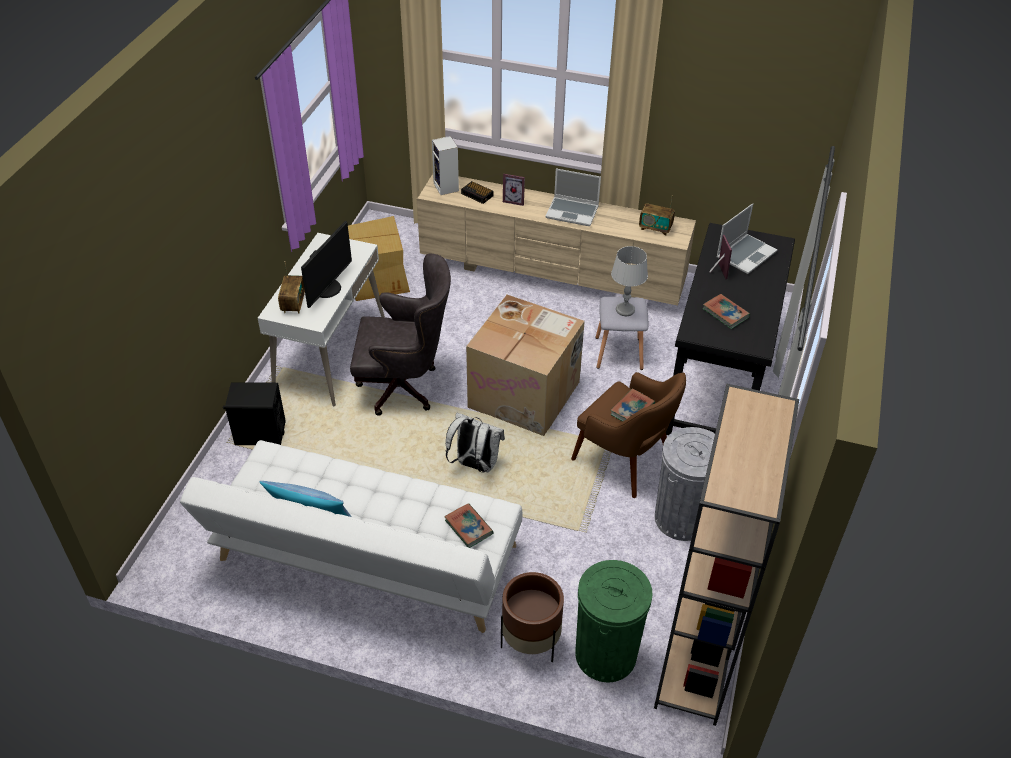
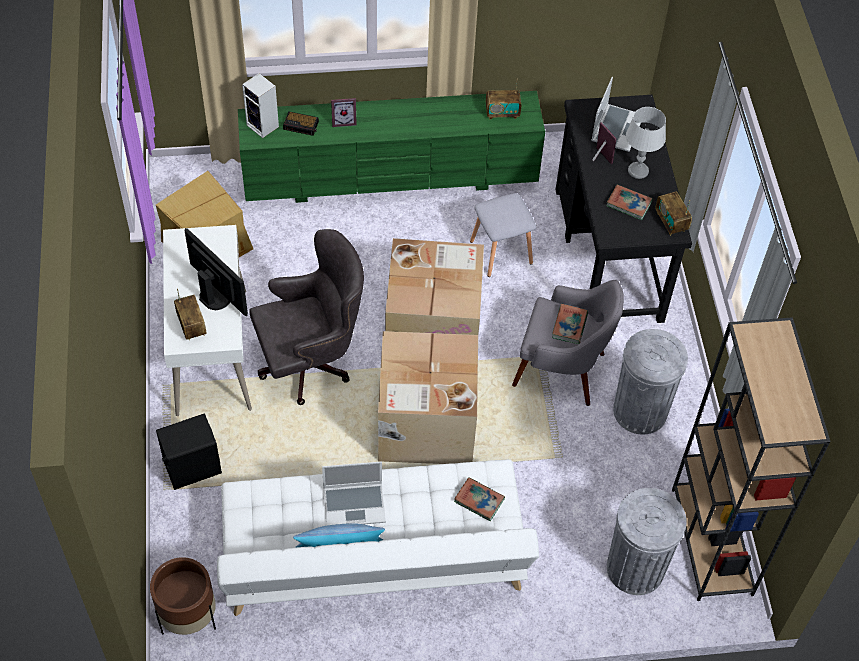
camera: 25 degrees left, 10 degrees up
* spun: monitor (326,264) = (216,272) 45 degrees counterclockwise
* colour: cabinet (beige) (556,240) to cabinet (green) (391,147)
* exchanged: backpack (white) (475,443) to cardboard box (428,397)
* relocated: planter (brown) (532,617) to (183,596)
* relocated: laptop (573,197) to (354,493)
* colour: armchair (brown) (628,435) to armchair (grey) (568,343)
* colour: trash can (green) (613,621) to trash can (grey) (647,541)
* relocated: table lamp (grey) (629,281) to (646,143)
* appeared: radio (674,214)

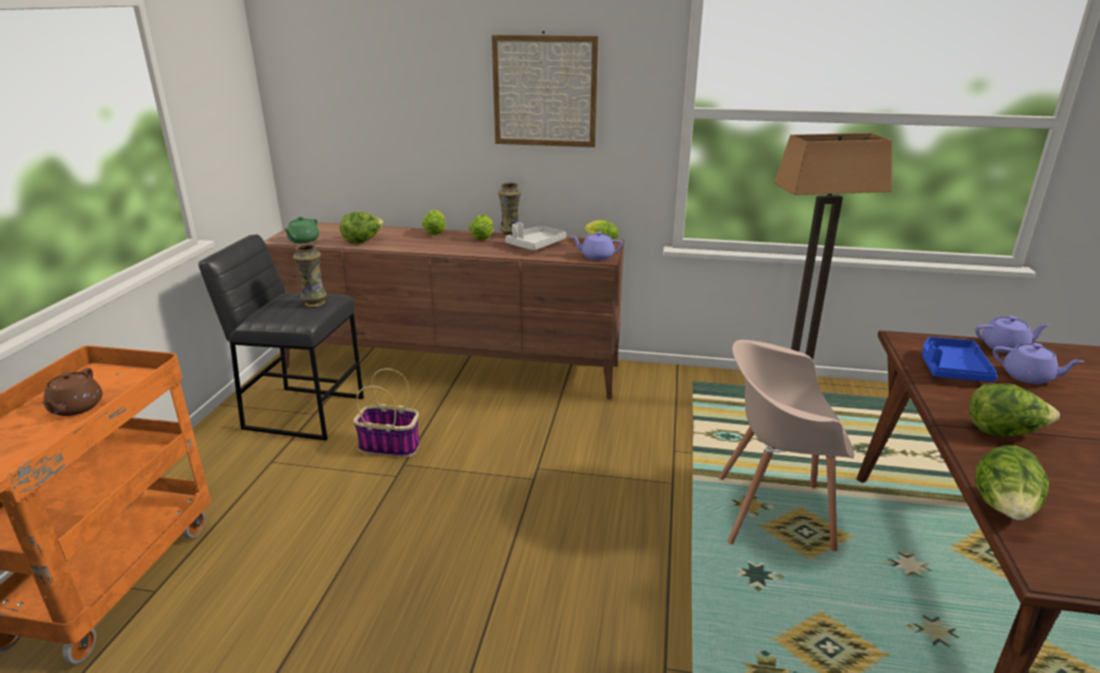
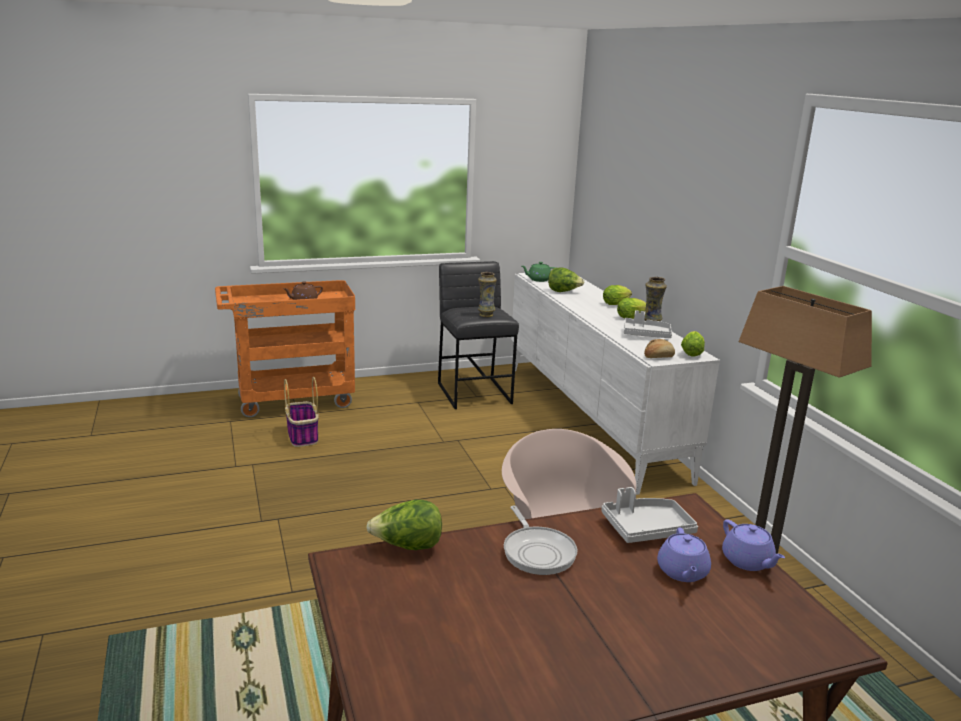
camera: 60 degrees right, 5 degrees down
* colour: cabinet (brown) (444,310) to cabinet (white) (615,384)
* relocated: basket (386,412) to (301,412)
* missing: picture (545,89)
* exchanged: teapot (purple) (596,245) to bread (659,348)
* colour: tray (blue) (960,359) to tray (grey) (649,515)
* exchanged: lettuce (1014,409) to frying pan (540,540)

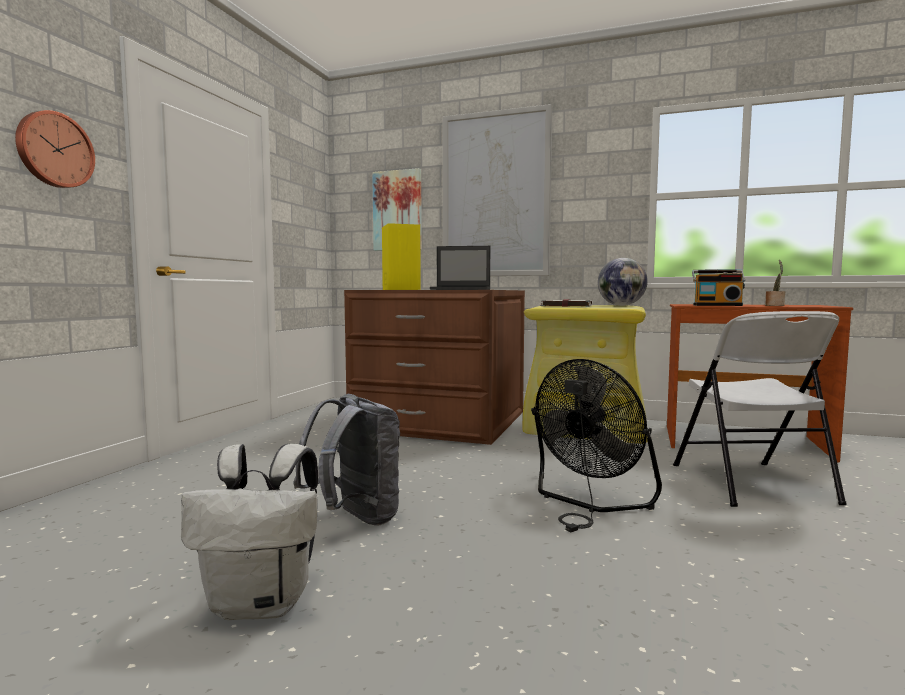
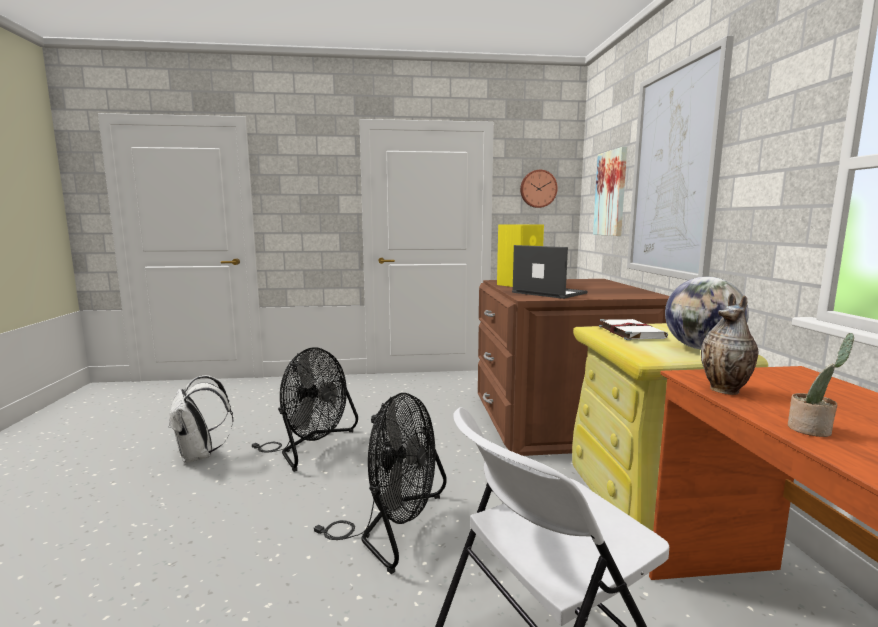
camera: 65 degrees right, 5 degrees up
* relocated: wall clock (55,149) to (539,189)
* exchanged: backpack (grey) (346,460) to fan (black) (305,409)
* spun: laptop (460,268) = (550,272) 150 degrees clockwise
* exchanged: radio (718,287) to vase (730,344)

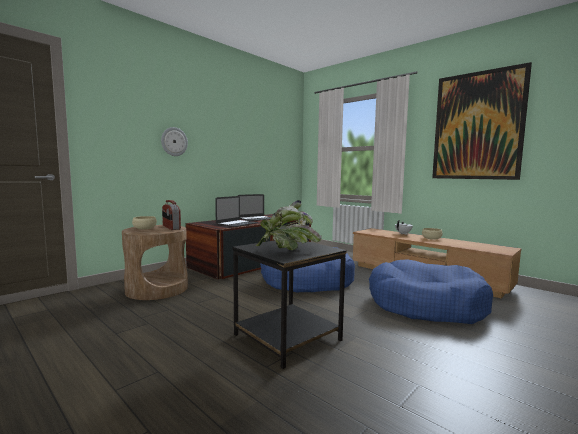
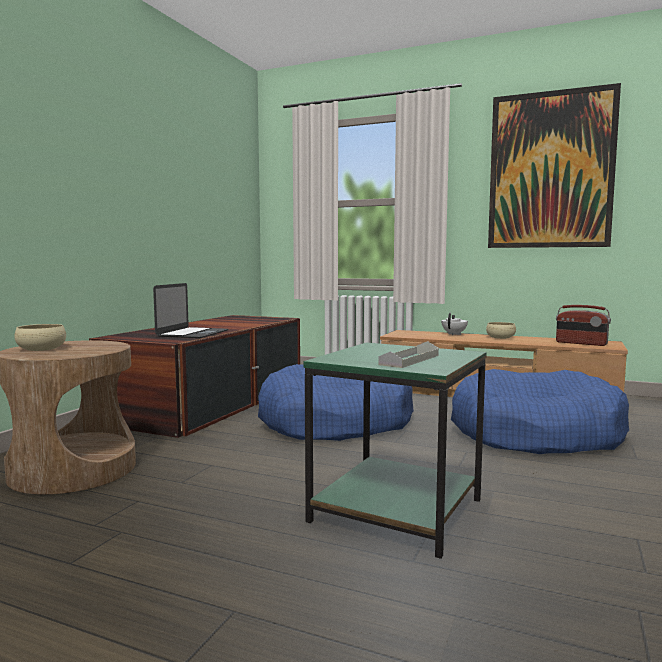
camera: 20 degrees left, 0 degrees up
* missing: wall clock (174,141)
* relocated: radio (171,215) to (583,325)
* colour: side table (black) (289,304) to side table (green) (395,450)
* missing: laptop (254,207)
* exchanged: potted plant (288,225) to tray (grey) (408,354)

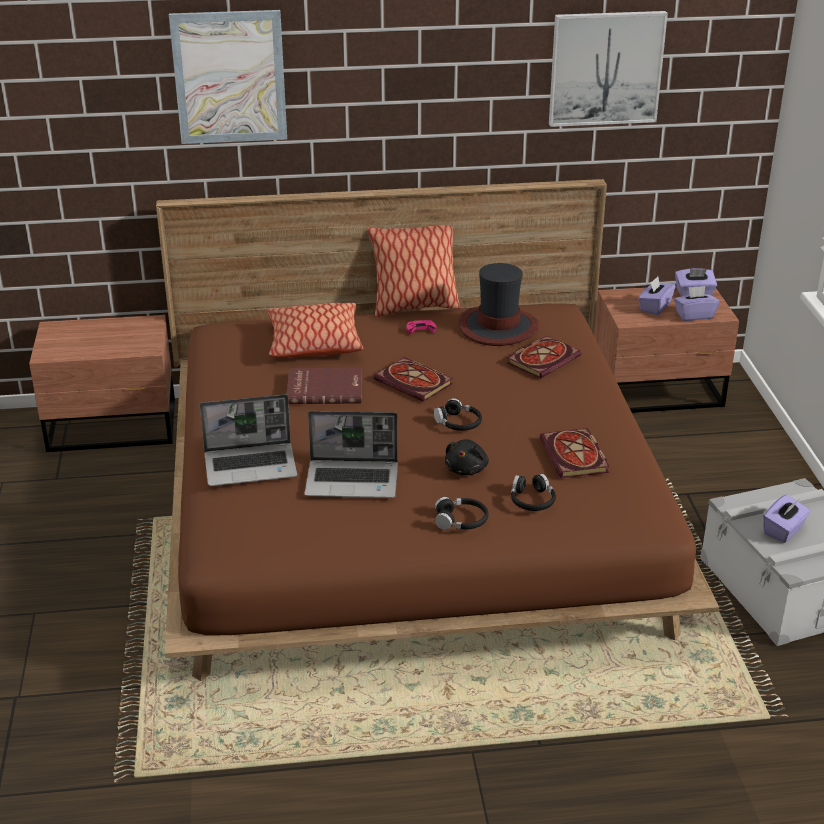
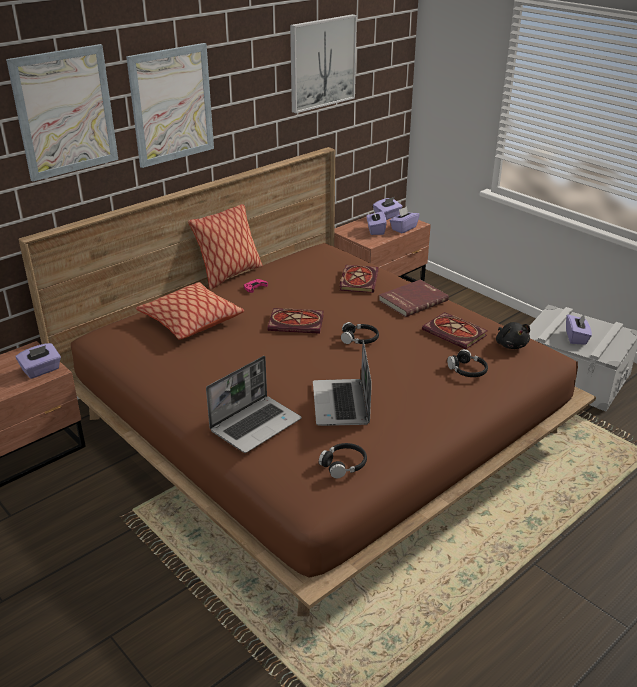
camera: 35 degrees left, 0 degrees up
* relocated: book (red) (324,386) to (414,298)
* spun: laptop (351,454) = (342,383) 120 degrees clockwise
* relocated: headphones (black) (462,513) to (343,460)
* relocated: plush toy (black) (467,457) to (513,335)
* missing: hat (499,304)
* appeared: tissue box (purple) (38,361)
* appeared: picture (170,105)

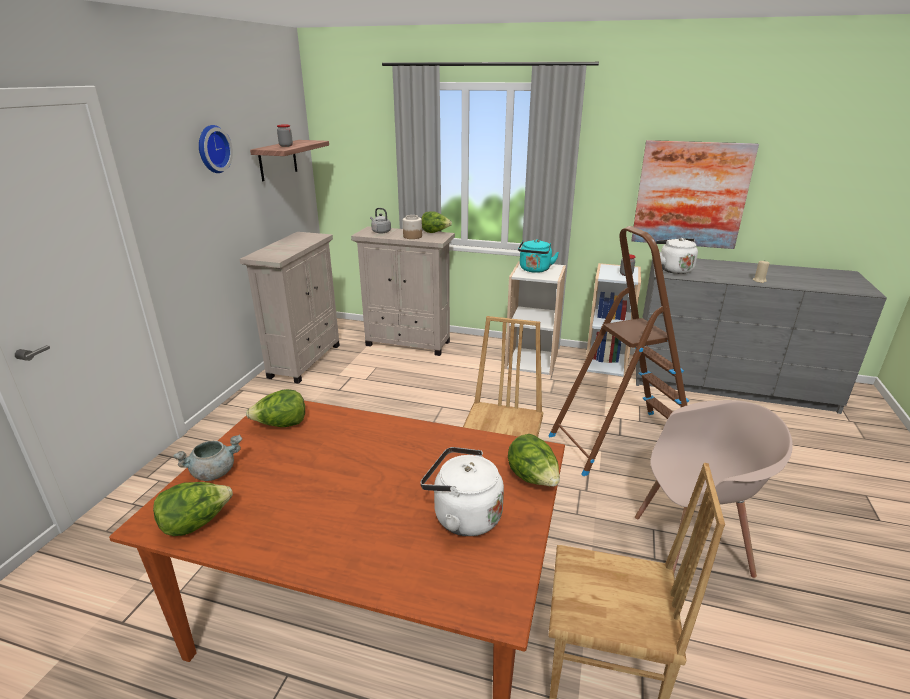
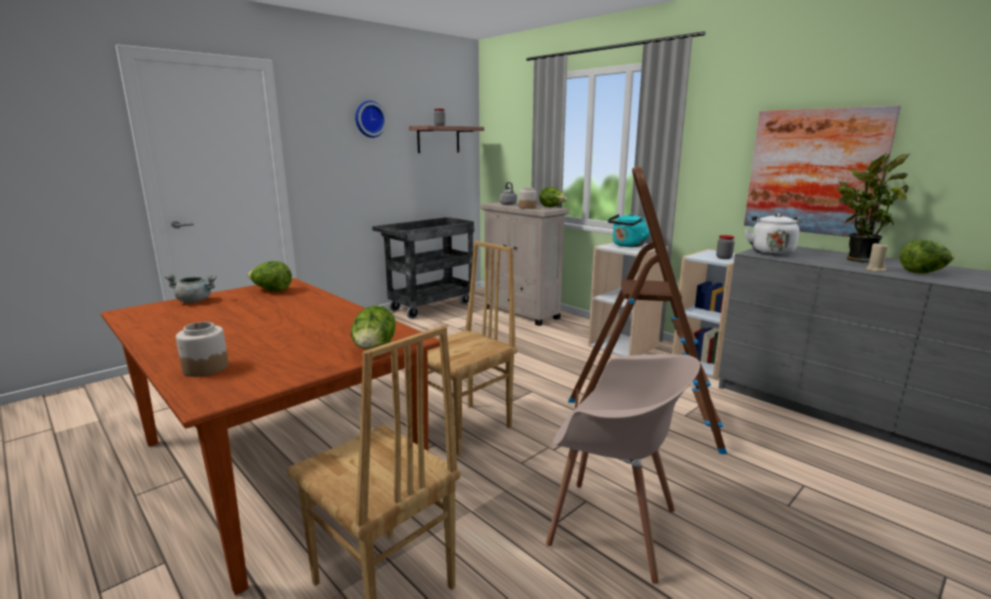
camera: 30 degrees right, 10 degrees down
* relocated: lettuce (193,509) to (927,257)
* exchanged: cabinet (beige) (290,308) to cart (black) (423,268)
* missing: kettle (white) (462,491)
* appeared: jar (202,349)
* appeared: potted plant (873,207)

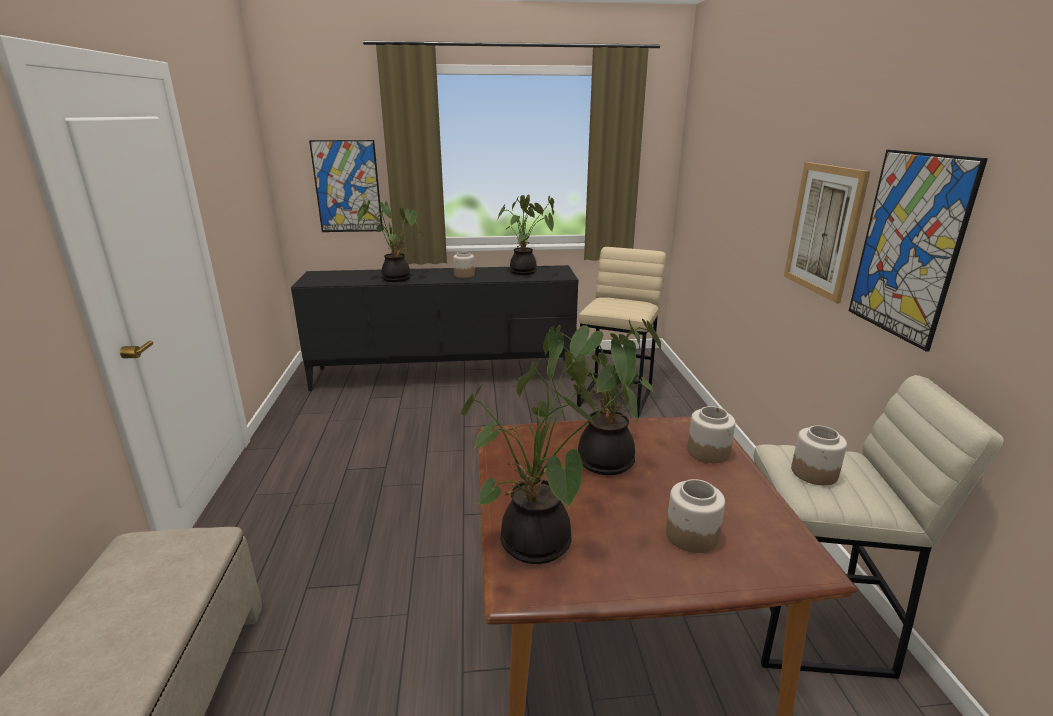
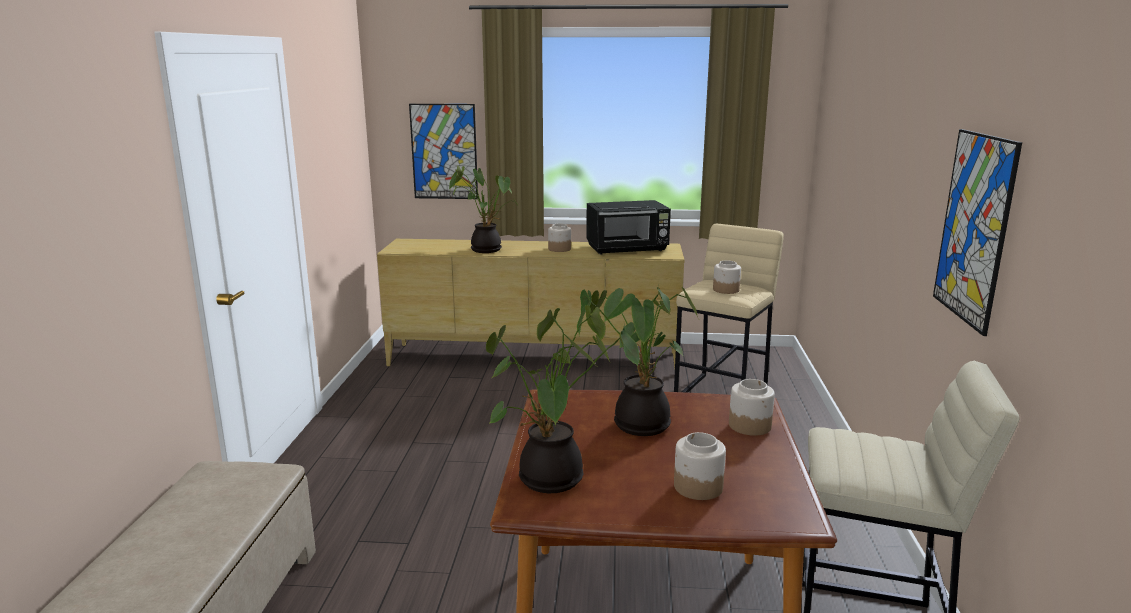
camera: 10 degrees right, 5 degrees down
* colour: cabinet (black) (435,328) to cabinet (beige) (531,304)
* exchanged: potted plant (525,235) to microwave (black) (628,227)
* missing: picture (827,232)
* relocated: jar (819,455) to (727,277)

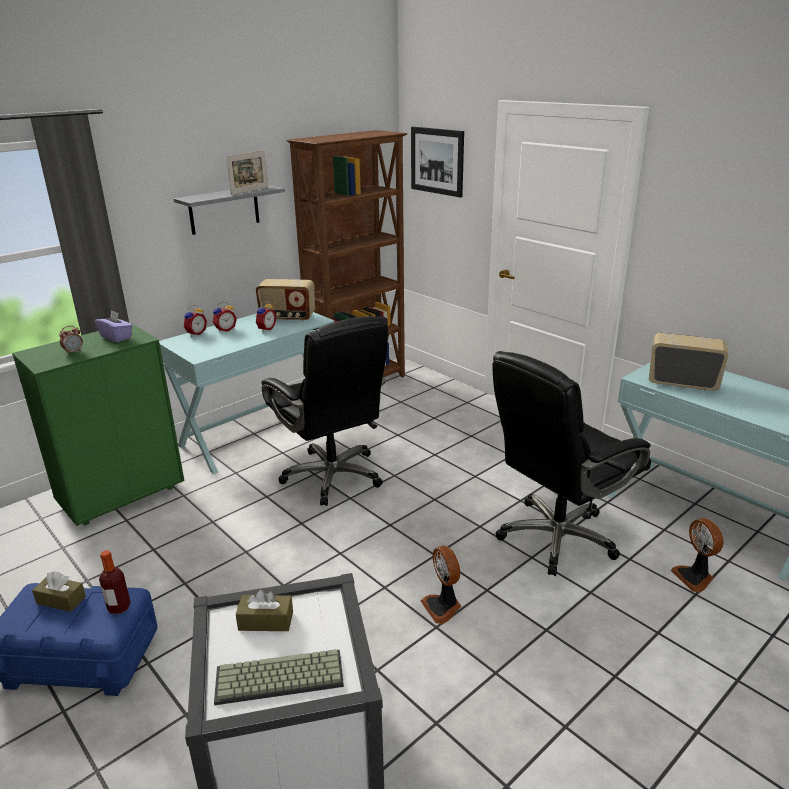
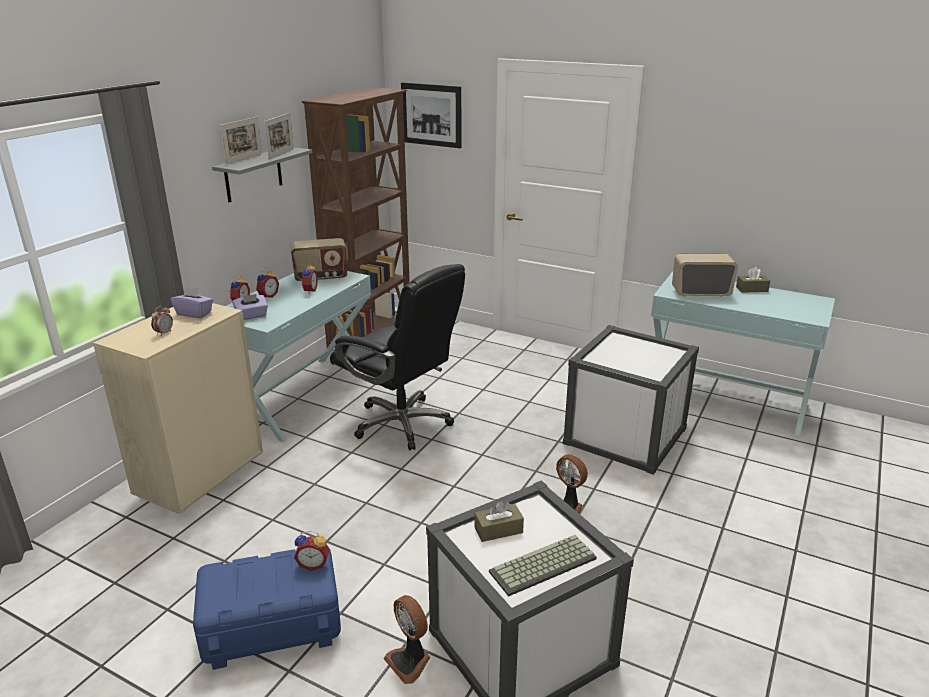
camera: 20 degrees left, 0 degrees up
* colour: cabinet (green) (98,424) to cabinet (beige) (178,408)
* relocated: tissue box (brown) (59,591) to (753,280)
* exchanged: bottle (115,582) to alarm clock (312,551)
* exchanged: office chair (black) (571,463) to storage box (white) (631,400)
* relocated: fan (697,555) to (407,639)
* appeared: picture frame (241,140)
* appeared: tissue box (purple) (250,307)

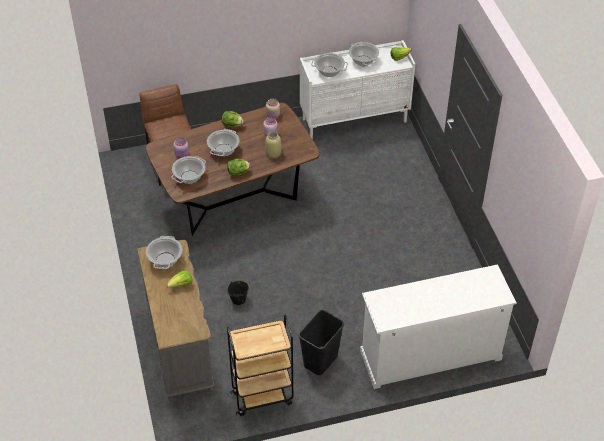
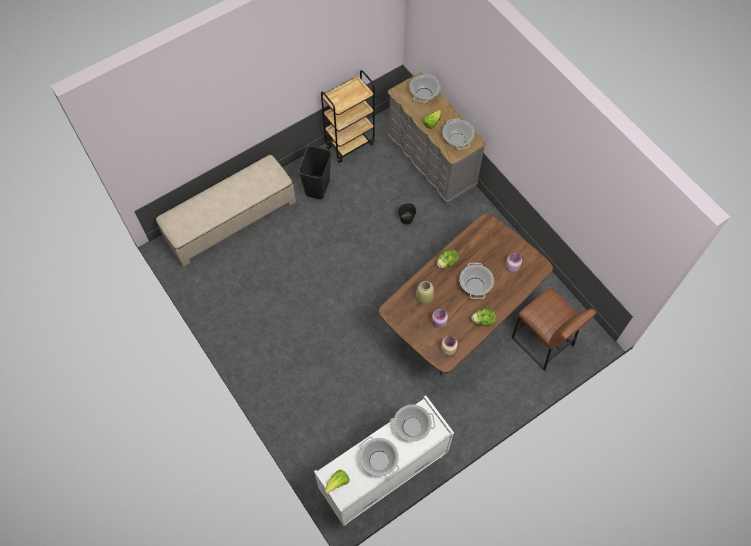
camera: 160 degrees right, 15 degrees up
* relocated: cooking pot (188,170) to (424,88)
* exchanged: cabinet (white) (438,326) to bench (beige) (226,211)

